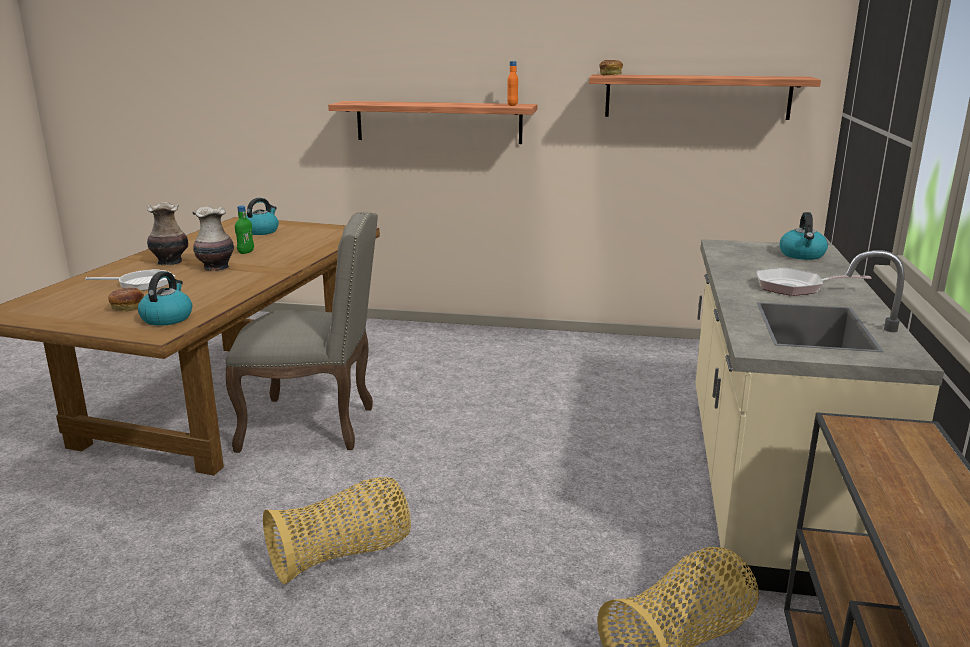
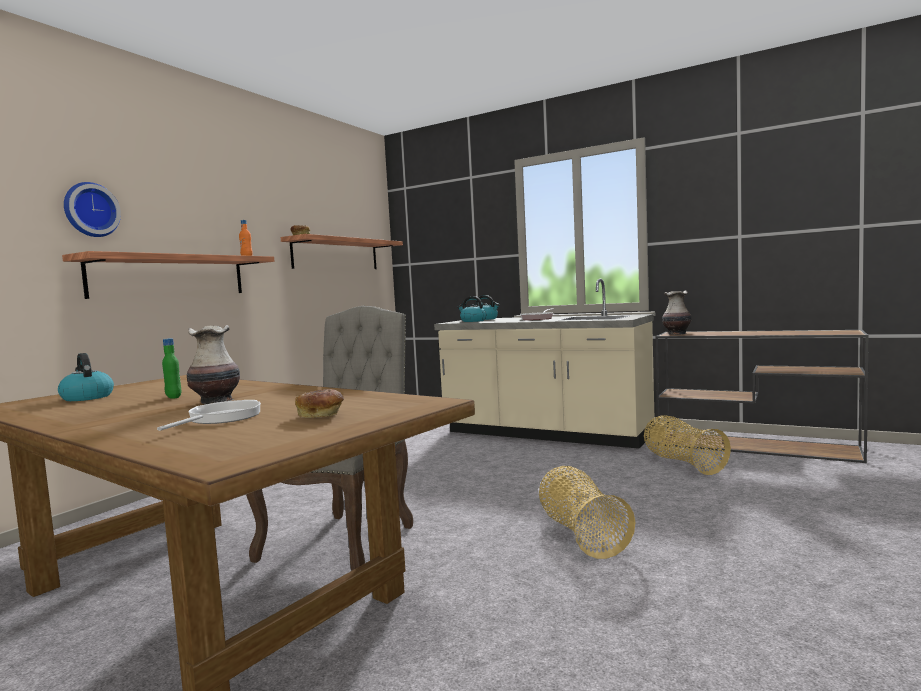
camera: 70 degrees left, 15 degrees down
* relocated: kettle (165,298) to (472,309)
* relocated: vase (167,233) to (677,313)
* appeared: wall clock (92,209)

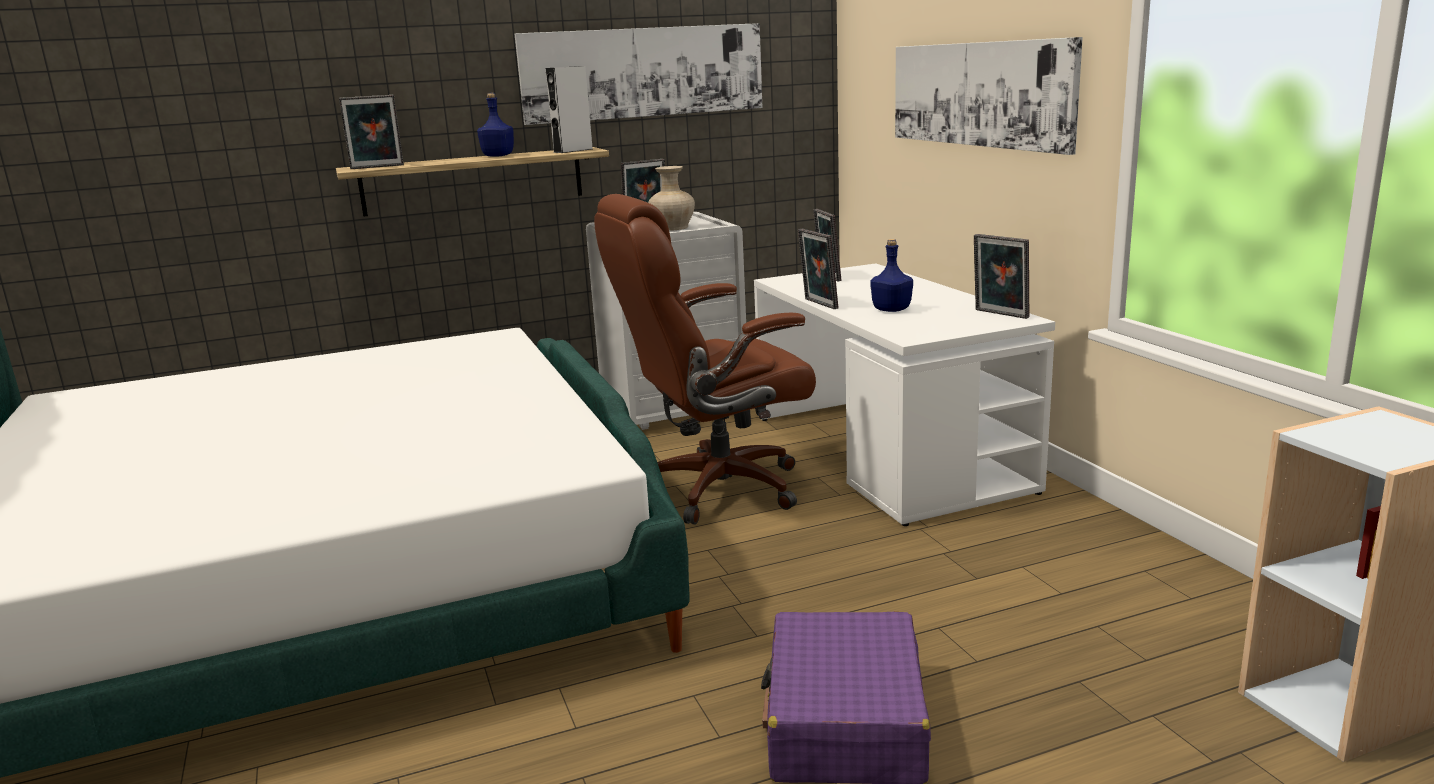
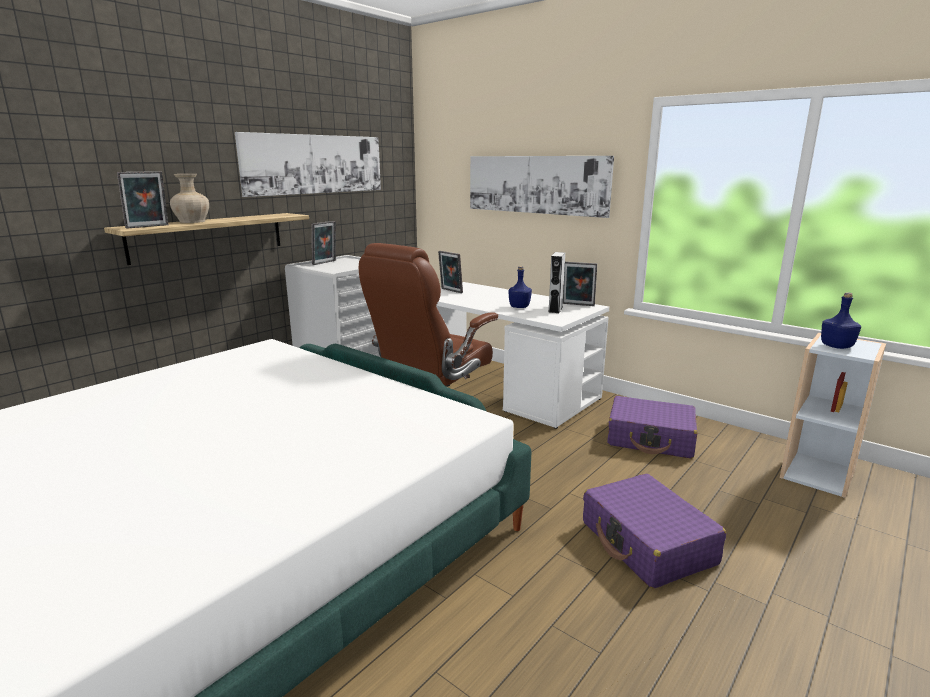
camera: 30 degrees left, 0 degrees up
* relocated: bottle (blue) (495,125) to (841,320)
* relocated: speaker (grey) (569,109) to (556,282)
* relocated: vase (beige) (671,198) to (189,198)
* missing: picture frame (818,269)
* appeared: suitcase (purple) (652,427)

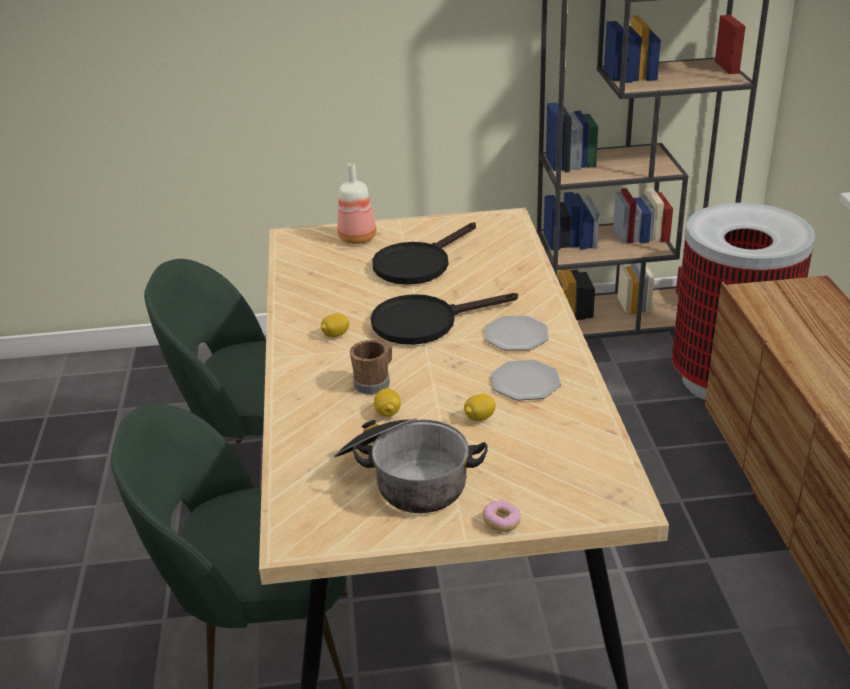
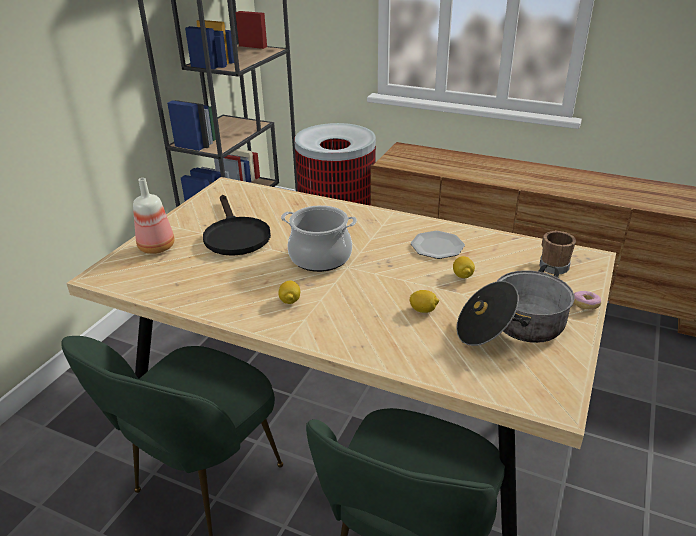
camera: 60 degrees left, 0 degrees up
* relocated: mug (brown) (371,367) to (558,252)
* exchanged: frying pan (black) (444,319) to cooking pot (319,238)
* missing: plate (517,333)

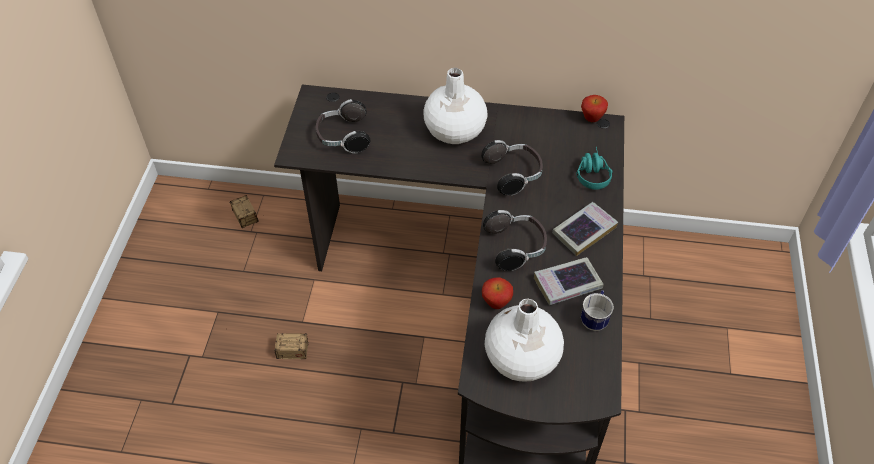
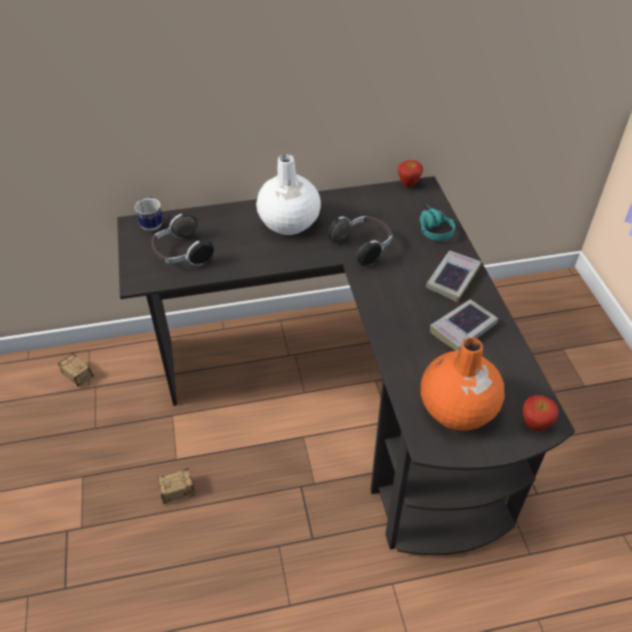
camera: 20 degrees left, 5 degrees down
* relocated: apple (497,293) to (540,413)
* missing: headphones (515,240)
* colour: vase (white) (524,340) to vase (orange) (463,384)
* relocated: mug (597,310) to (148,214)

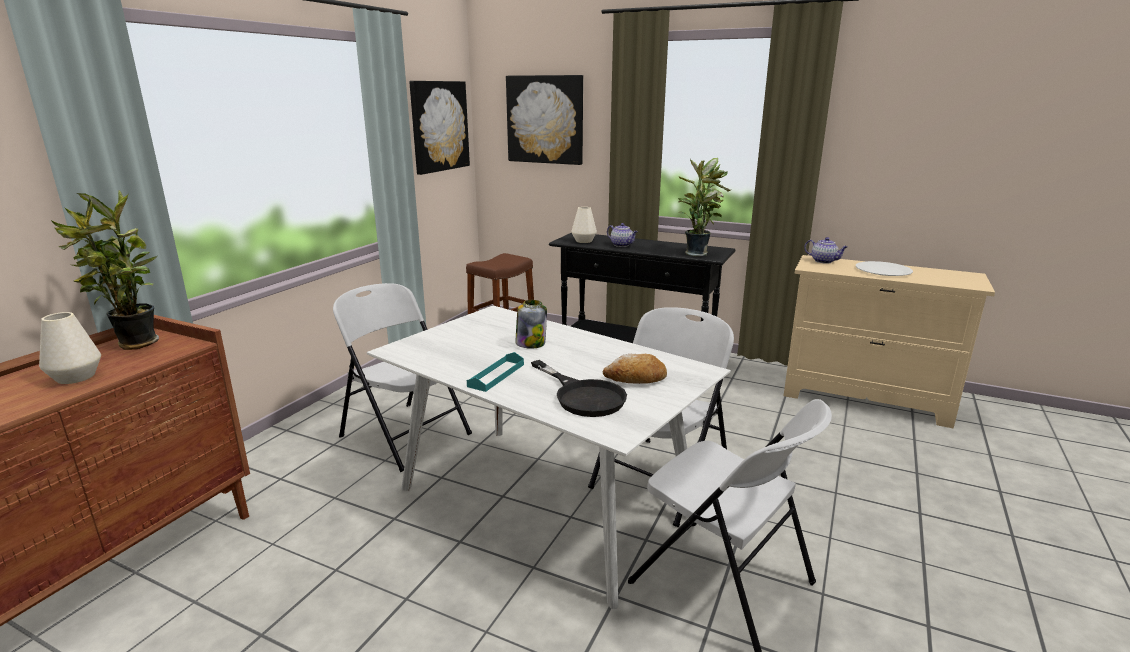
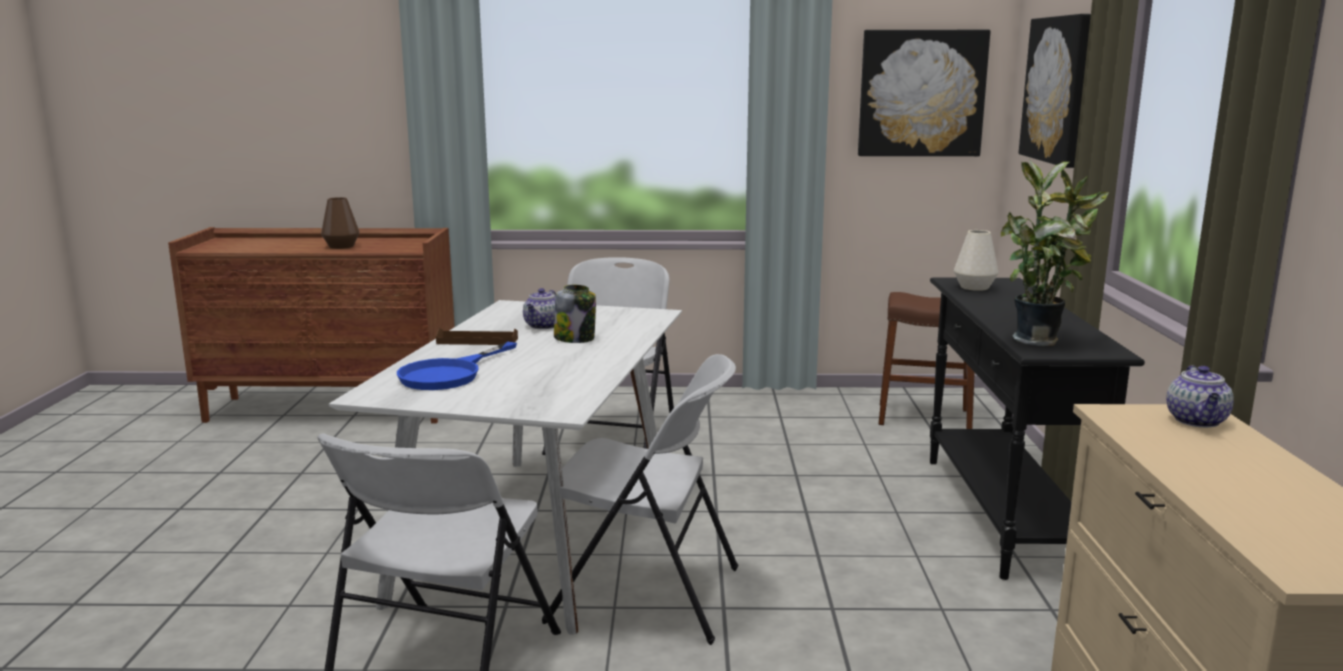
camera: 65 degrees right, 5 degrees down
* colour: vase (white) (70,348) to vase (brown) (340,223)
* missing: potted plant (105,270)
* colour: tray (turquoise) (495,372) to tray (brown) (477,336)
* colour: frying pan (black) (579,388) to frying pan (blue) (457,366)
* missing: bread (635,369)
* relocated: teapot (622,235) to (539,308)
* missing: plate (white) (884,268)

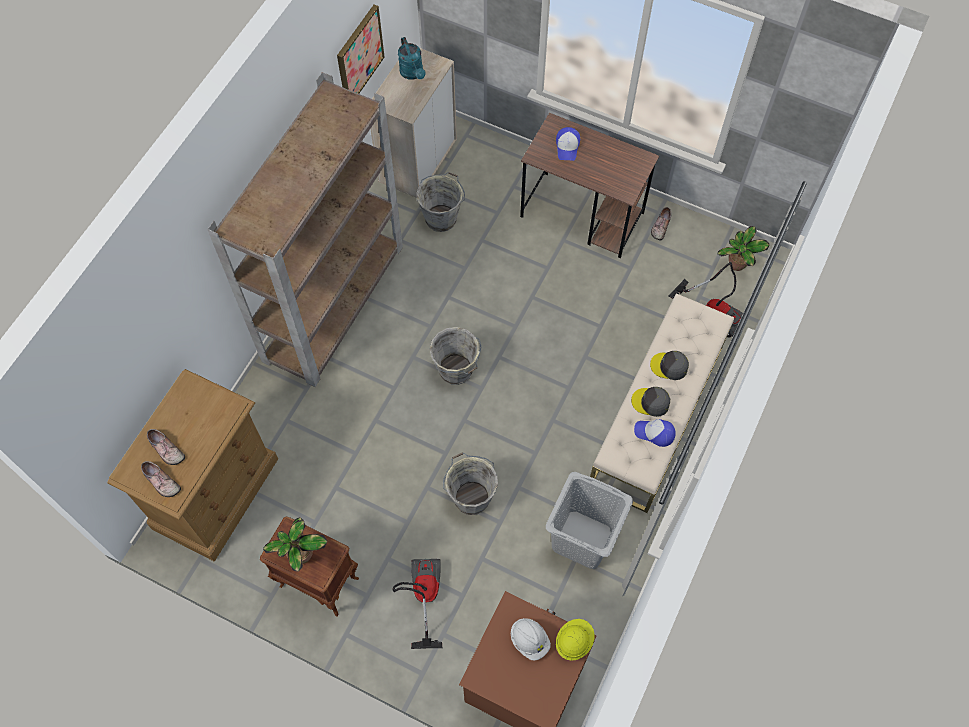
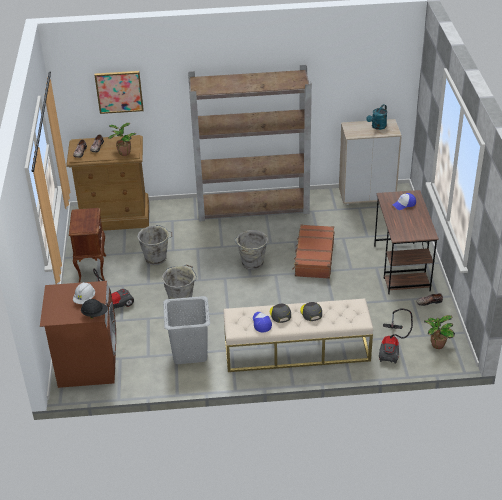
camera: 60 degrees right, 25 degrees down
* relocated: potted plant (295,544) to (122,139)
* relocated: picture (361,49) to (119,92)
* relocated: bucket (grey) (440,202) to (155,245)
* colour: hard hat (yellow) (575,640) to hard hat (black) (94,309)
* appeared: suitcase (brown) (313,251)

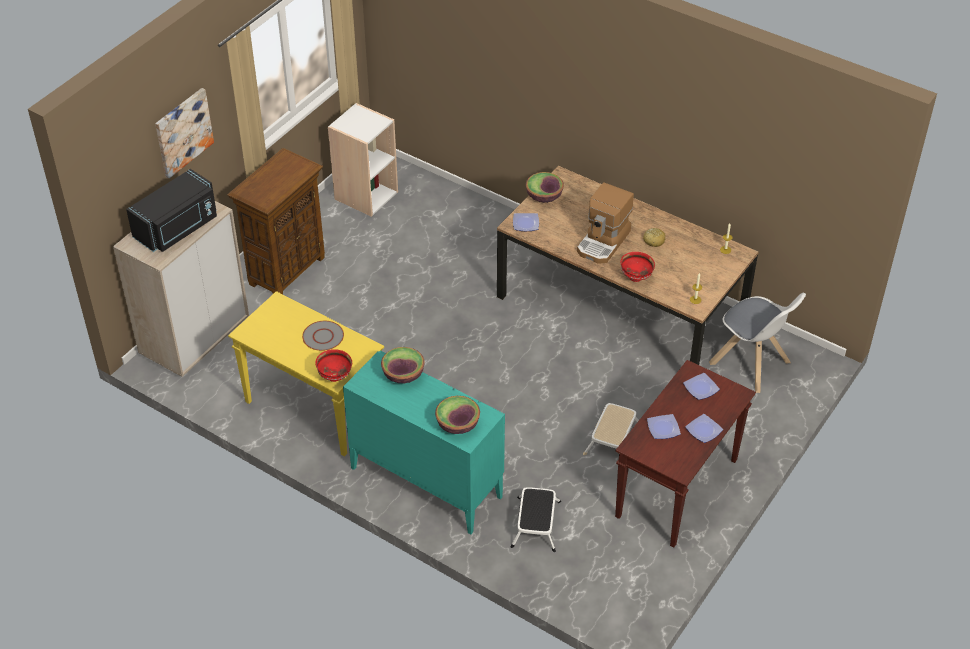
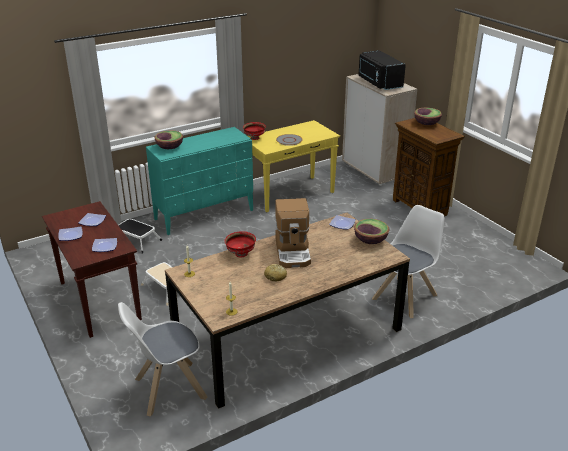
camera: 115 degrees right, 15 degrees down
* missing: picture (184,133)
* missing: bookcase (363,160)
* relocated: bowl (403,365) to (428,116)
* spun: coffee machine (605,223) = (293,233) 150 degrees counterclockwise
* appeared: chair (408,261)

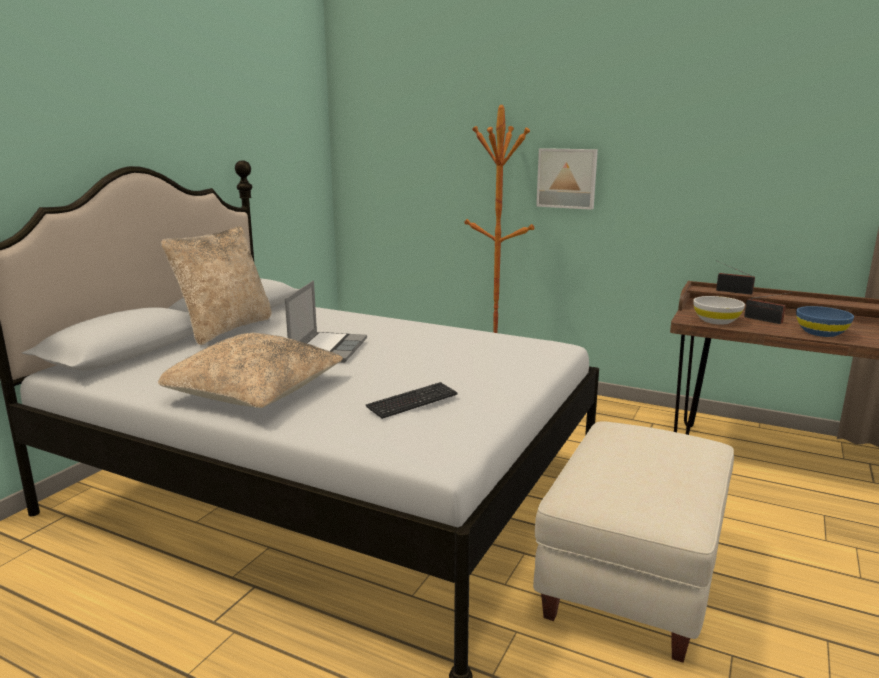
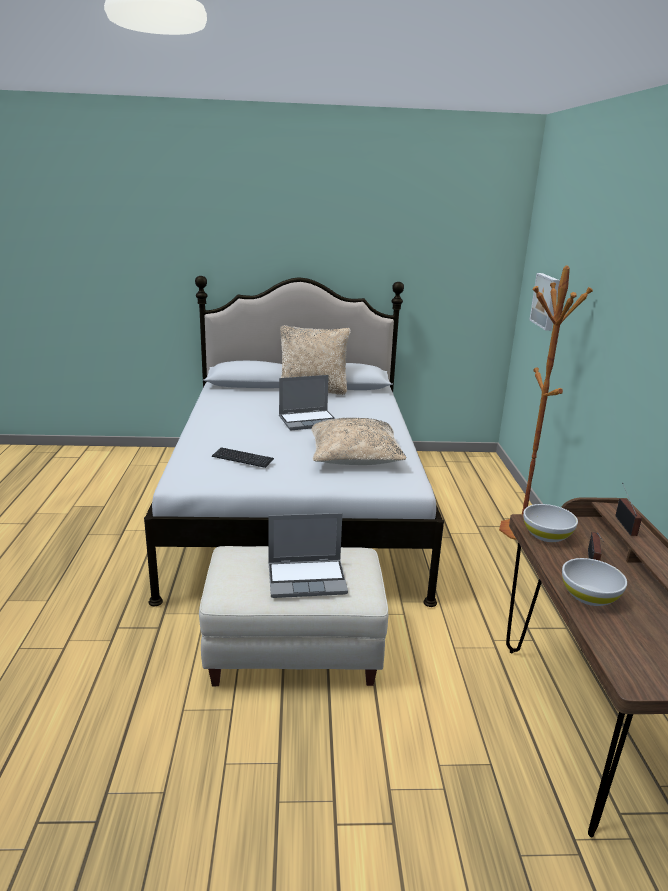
camera: 60 degrees right, 5 degrees up
* relocated: pillow (beige) (250,370) to (359,441)
* relocated: picture (567,179) to (544,302)
* colour: bowl (blue) (825,321) to bowl (white) (594,582)
* appeared: laptop (308,555)

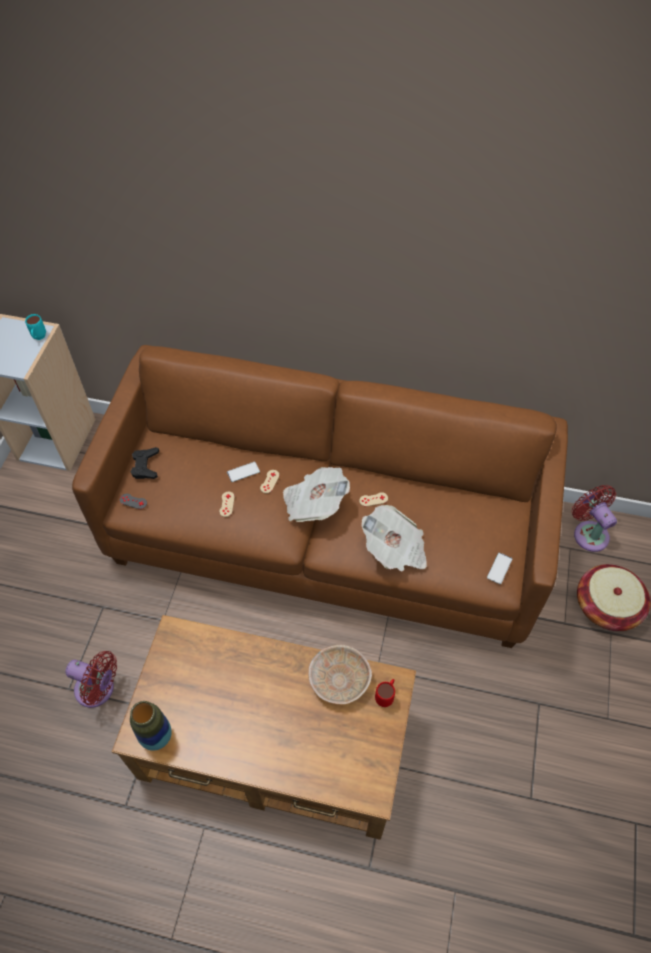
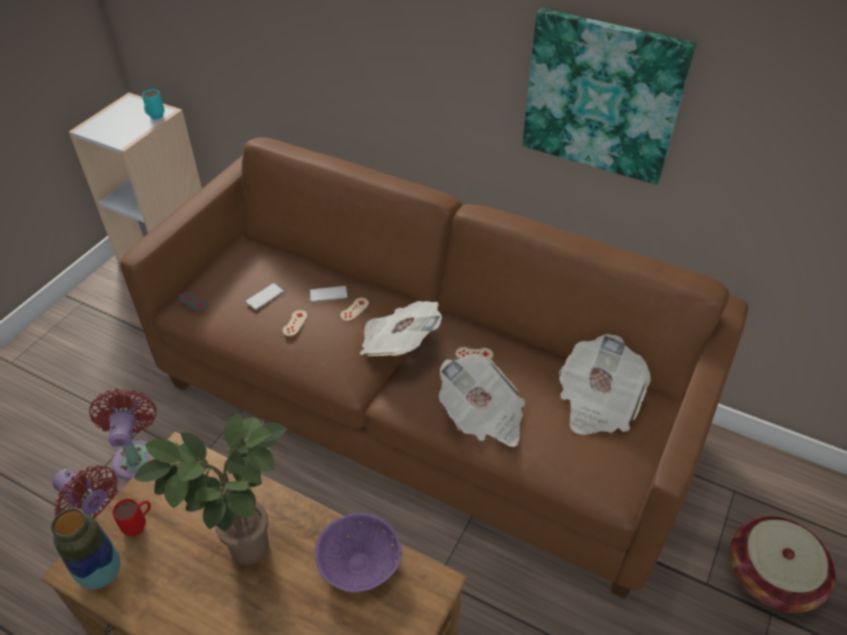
camera: 15 degrees right, 10 degrees down
* missing: game controller (black) (145,463)
* colour: bowl (beige) (340,675) to bowl (purple) (358,553)
* relocated: mug (red) (385,693) to (132,517)
* relocated: phone (499,568) to (265,296)
* relocated: fan (red) (594,518) to (122,434)
* appeared: potted plant (210,489)
* appeared: picture (609,96)
* appeared: newspaper (605,384)

